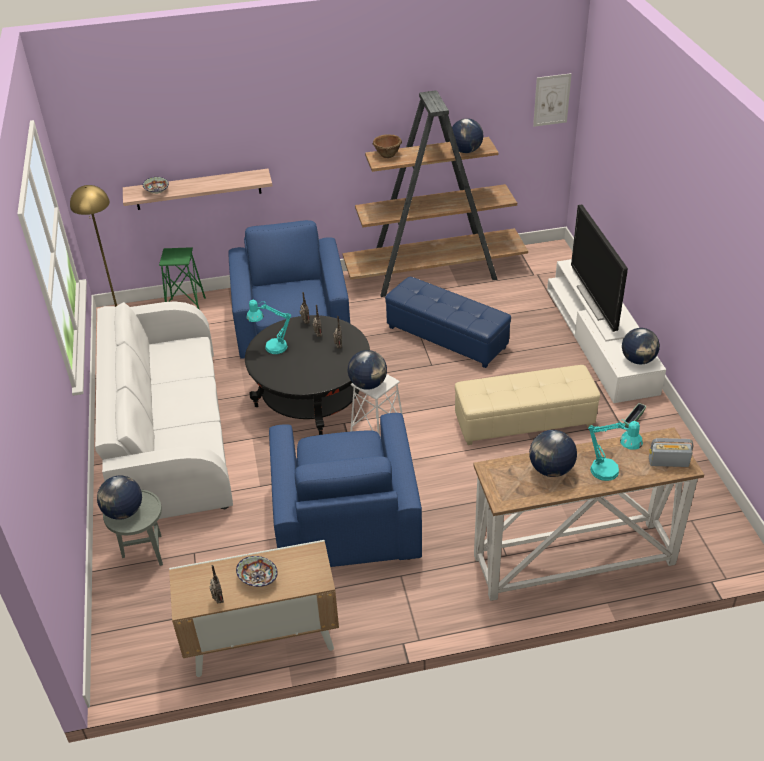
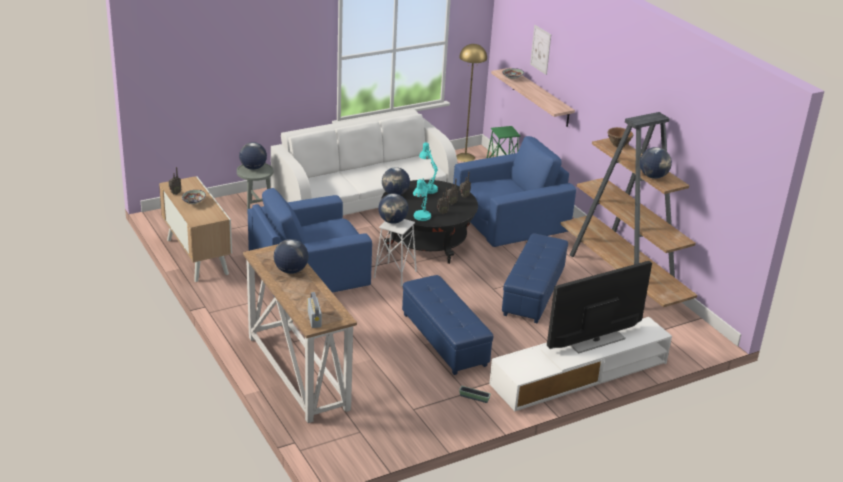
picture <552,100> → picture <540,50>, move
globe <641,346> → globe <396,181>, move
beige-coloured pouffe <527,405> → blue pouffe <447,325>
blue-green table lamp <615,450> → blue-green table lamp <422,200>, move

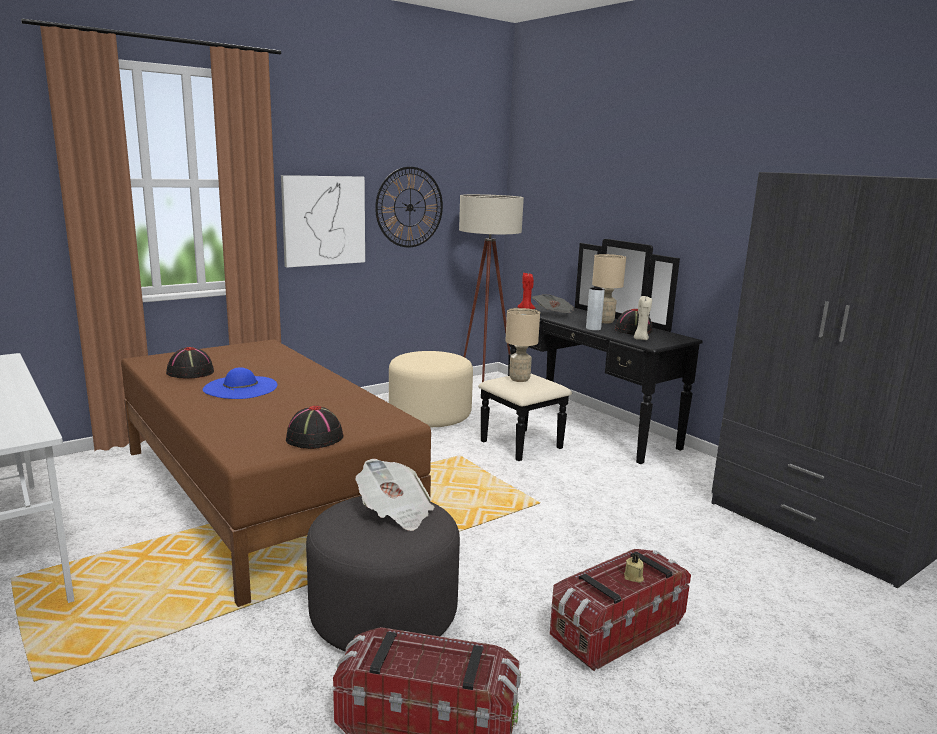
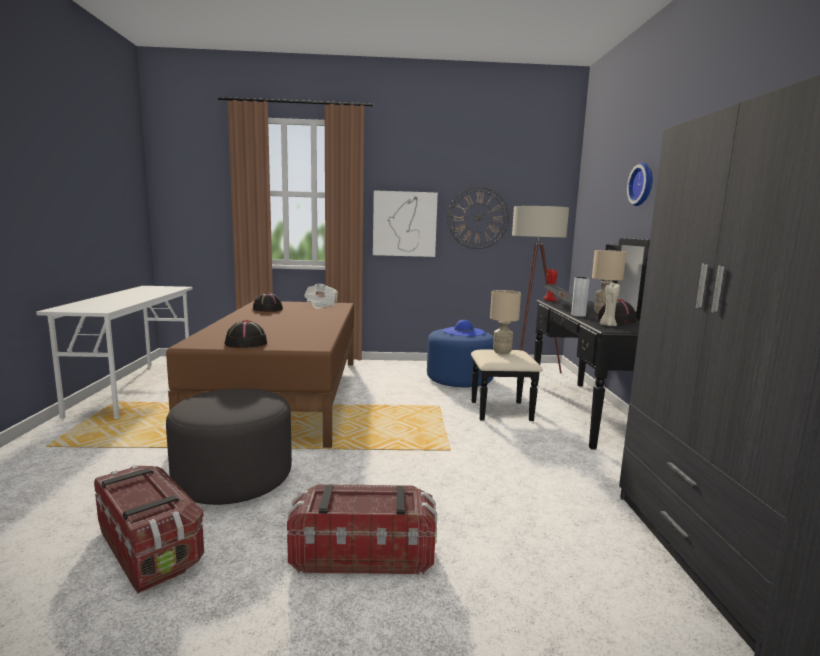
beige-coloured pouffe <431,389> → blue pouffe <460,358>
blue clothing hat <240,383> → blue clothing hat <464,328>, move
printed paper <395,495> → printed paper <321,296>, move
beige-coloured candle <634,568> → -
- → hanging clock <640,184>

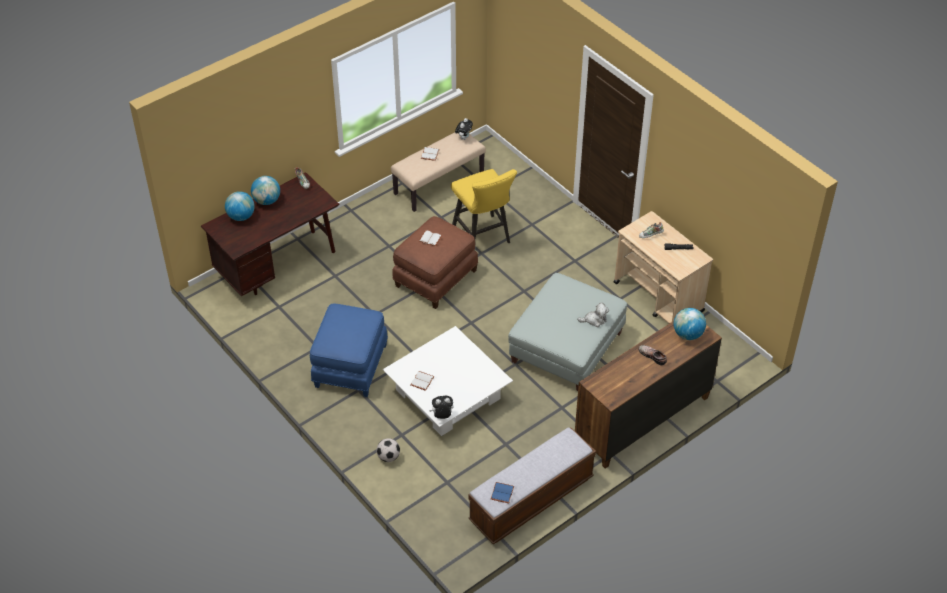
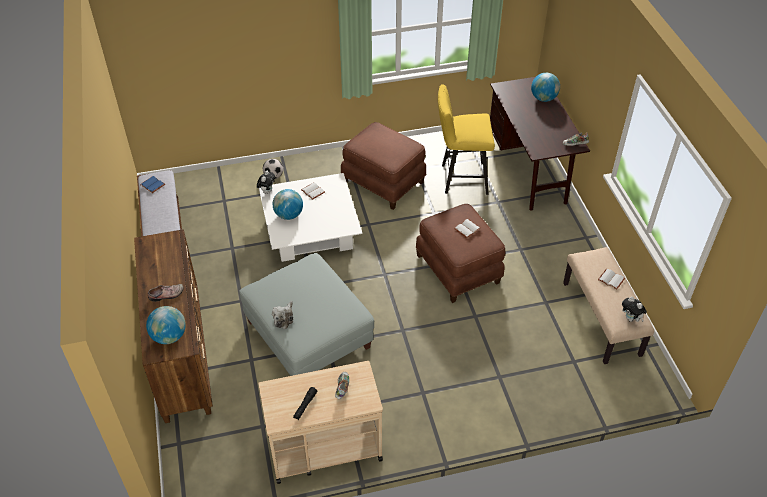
yellowish sitting stool <484,206> → yellowish sitting stool <466,139>, move
globe <265,190> → globe <288,204>, move
blue pouffe <349,350> → brown-coloured pouffe <383,166>

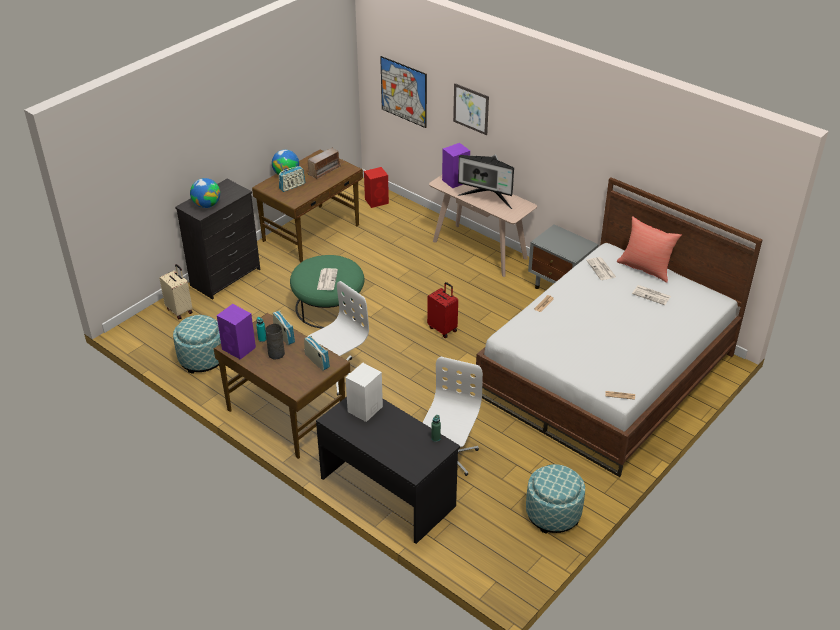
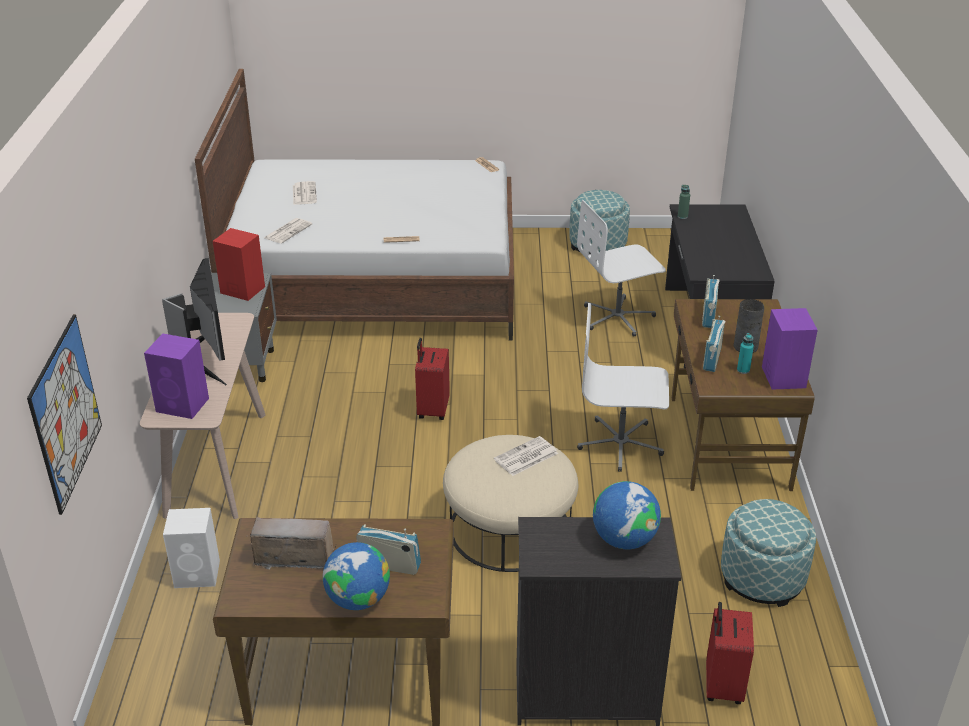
picture <471,109> → -
red-coloured audio speaker <376,187> → red-coloured audio speaker <239,264>, move
red-coloured cushion <649,249> → -
green-coloured pouffe <327,291> → beige-coloured pouffe <510,503>
beige-coloured piece of luggage <176,291> → red-coloured piece of luggage <730,653>
whitish audio speaker <364,392> → whitish audio speaker <191,548>, move

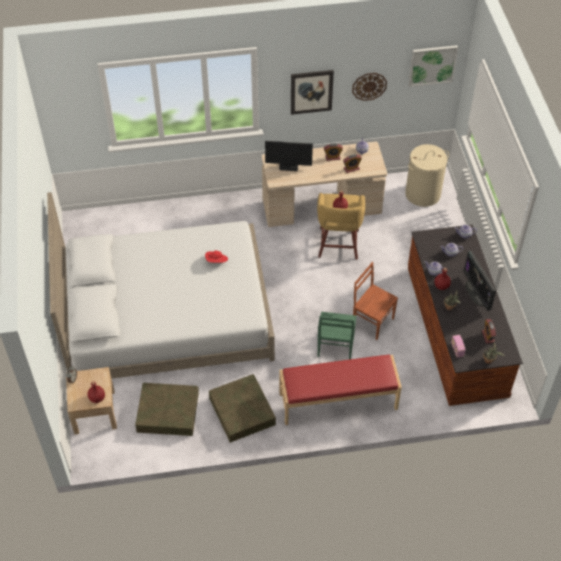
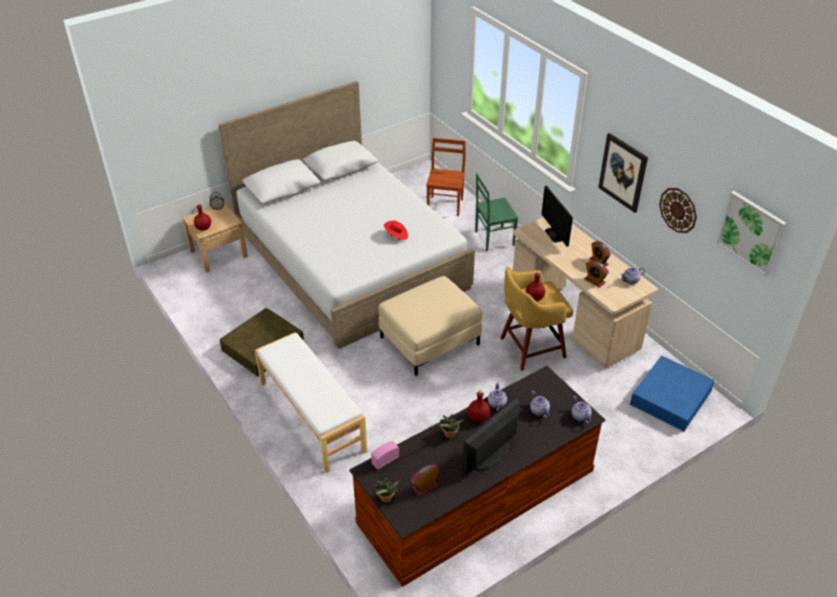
beige-coloured laundry basket <427,175> → blue storage box <672,394>
brown-coloured chair <375,301> → brown-coloured chair <445,177>, move
green-coloured chair <337,336> → green-coloured chair <496,212>, move
red-coloured bench <340,390> → whitish bench <311,402>
brown-coloured storage box <167,409> → -
- → beige-coloured pouffe <430,326>

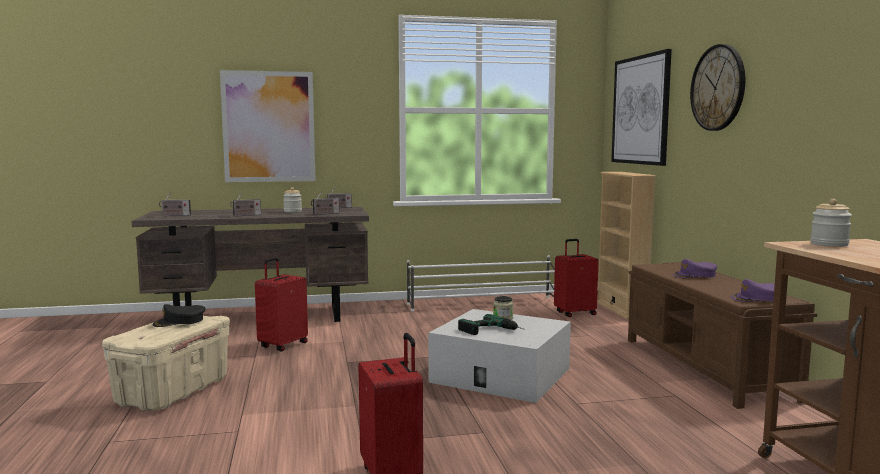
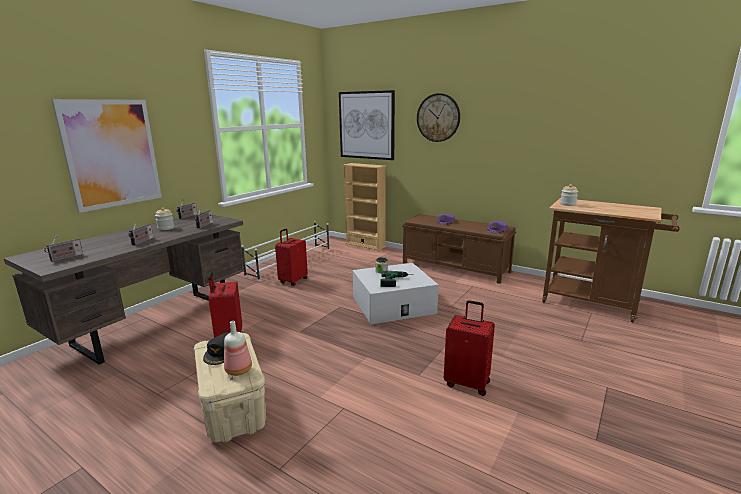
red-coloured piece of luggage <576,278> → red-coloured piece of luggage <291,257>, move
- → beverage bottle <238,348>

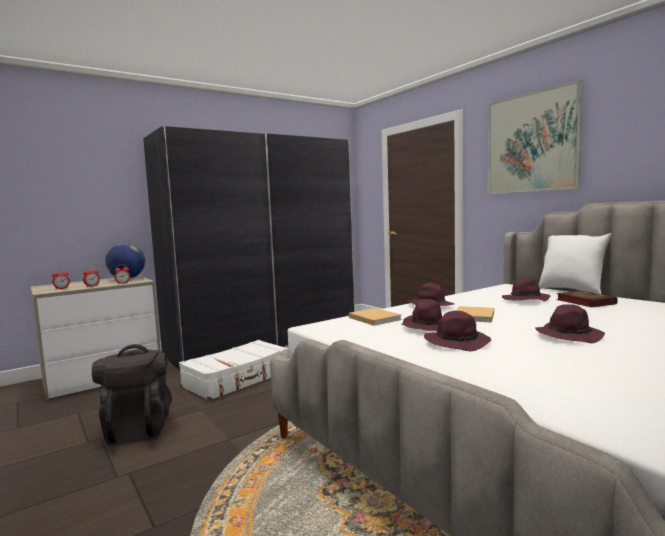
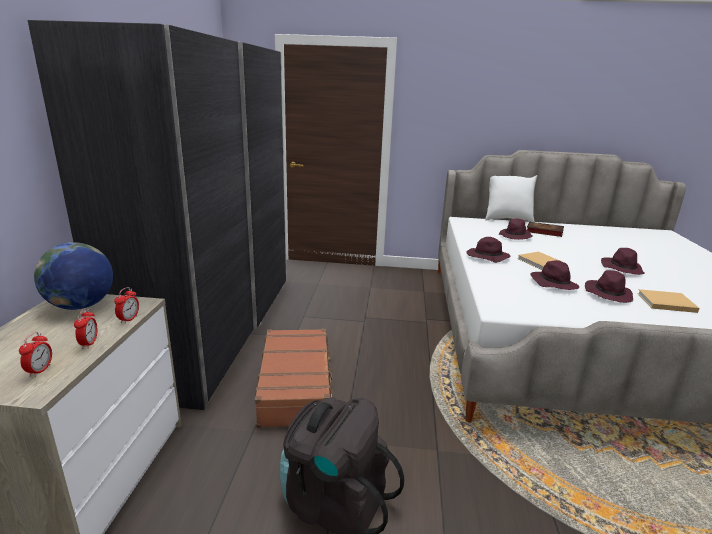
picture <536,137> → -
beige-coloured volume <375,317> → beige-coloured volume <668,301>, move
whitish piece of luggage <234,370> → brown-coloured piece of luggage <294,378>

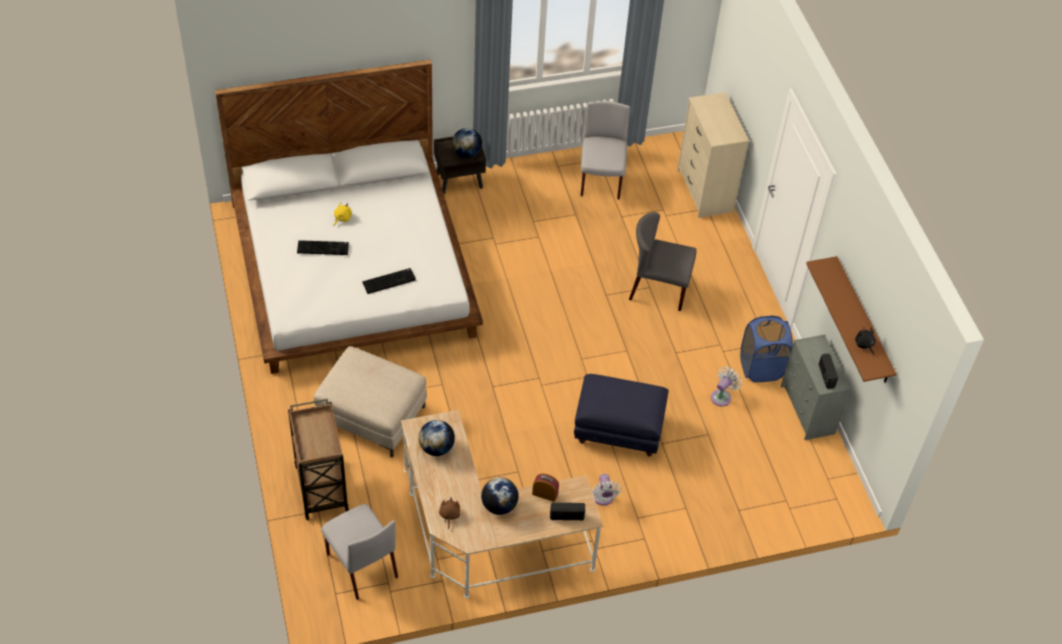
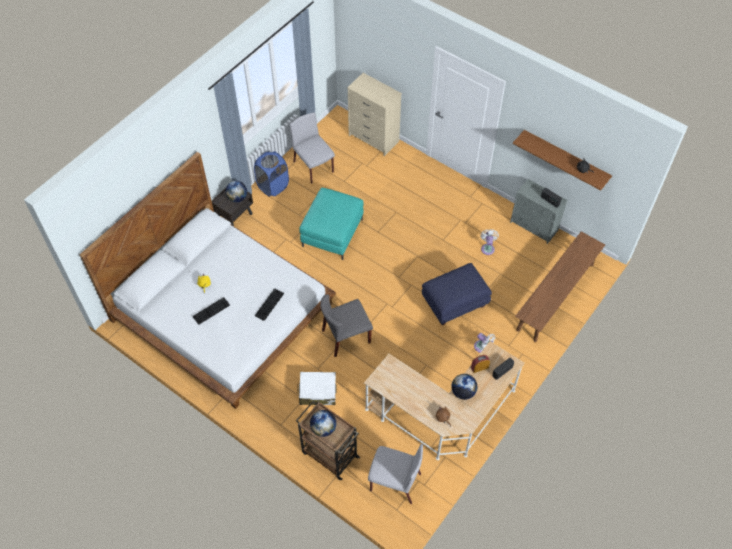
grey chair <663,261> → grey chair <346,325>, move
blue laundry basket <766,348> → blue laundry basket <271,174>, move
beige-coloured pouffe <370,402> → whitish piece of luggage <317,388>
globe <437,438> → globe <323,423>, move
- → blue-green pouffe <331,224>
- → brown-coloured bench <560,286>

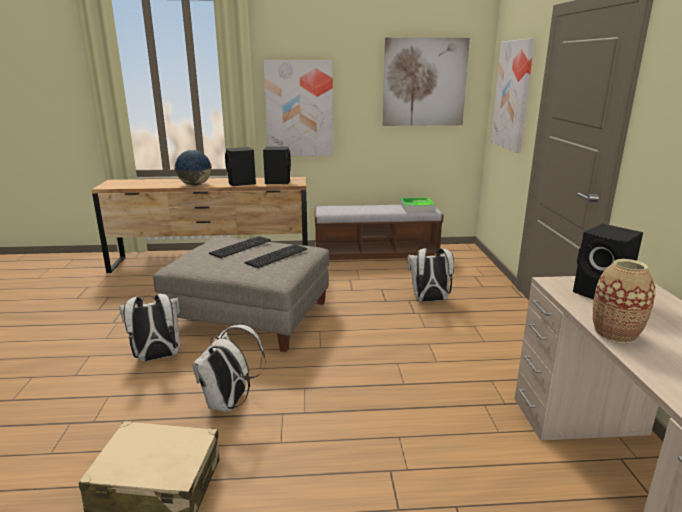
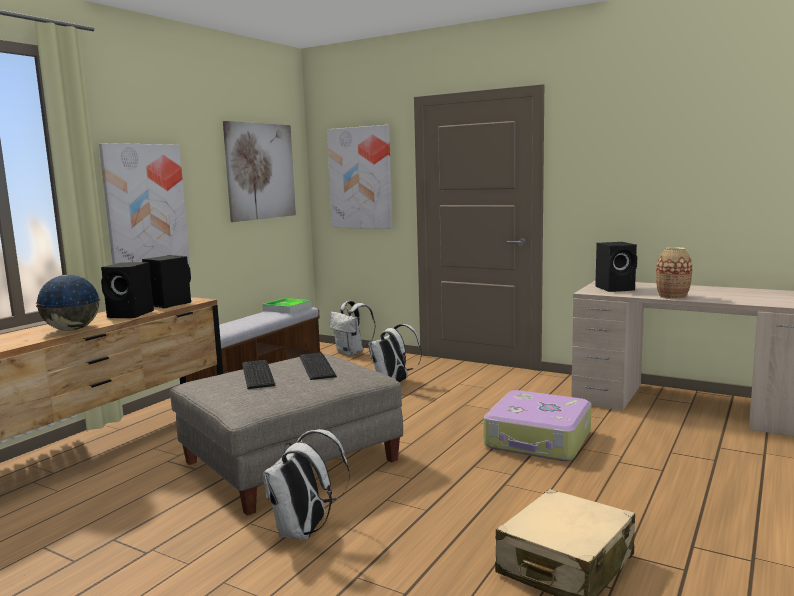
whitish backpack <229,368> → whitish backpack <353,328>, move
- → piece of luggage <537,425>

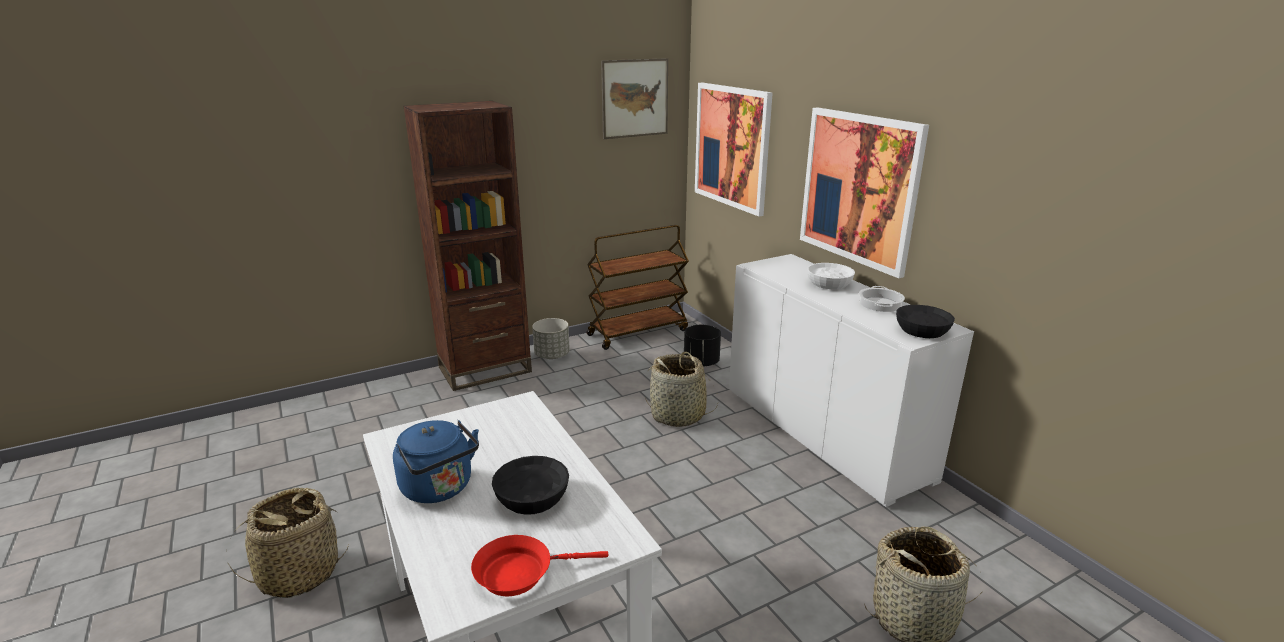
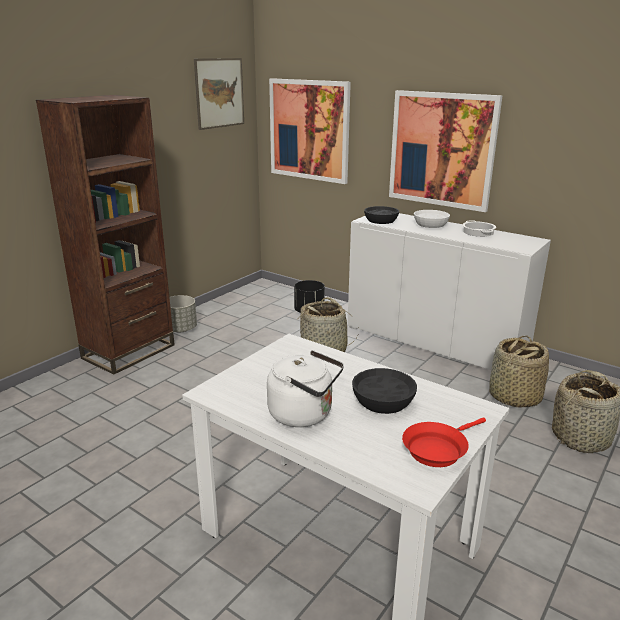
brown-coloured cart <638,287> → -
black bowl <925,321> → black bowl <381,215>, move
blue tea kettle <436,461> → whitish tea kettle <305,388>
storage basket <288,543> → storage basket <519,372>, move

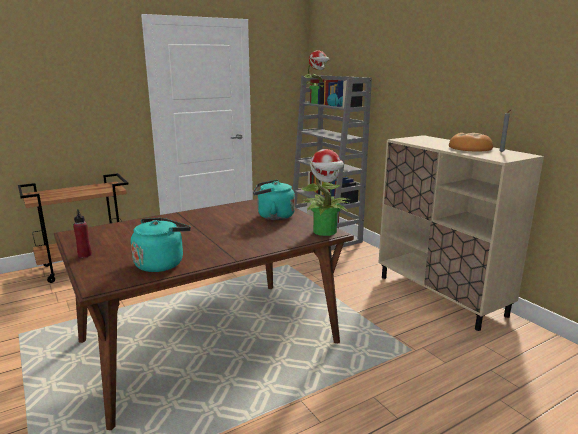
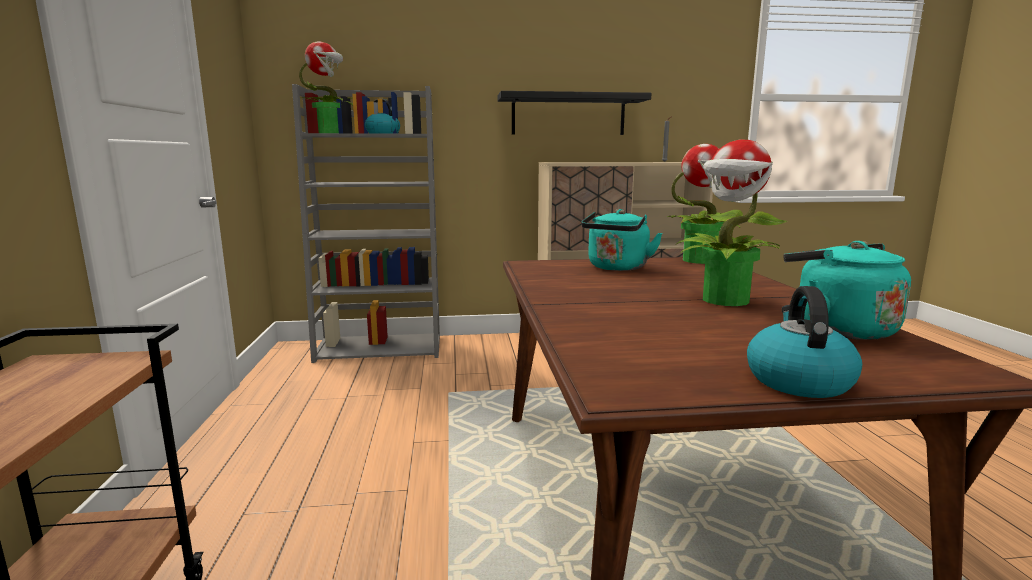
baked bread <471,142> → -
red-coloured beverage bottle <82,233> → tea kettle <804,342>
- → black bracket shelf <575,113>
- → plant in a pot <731,223>

